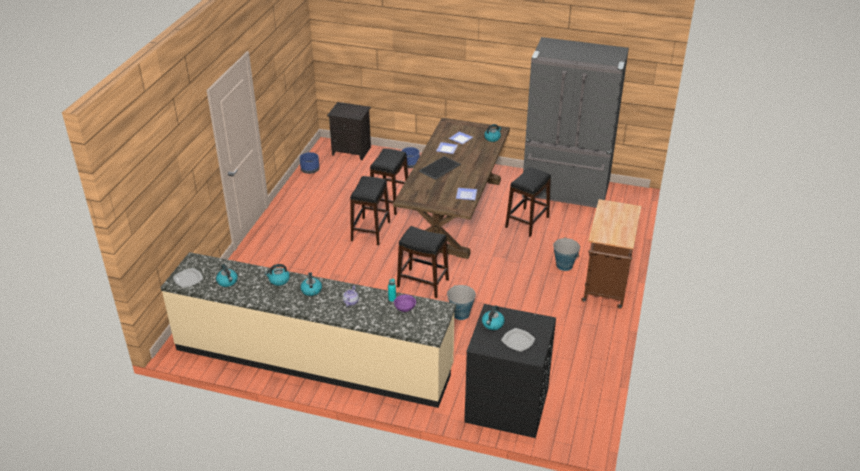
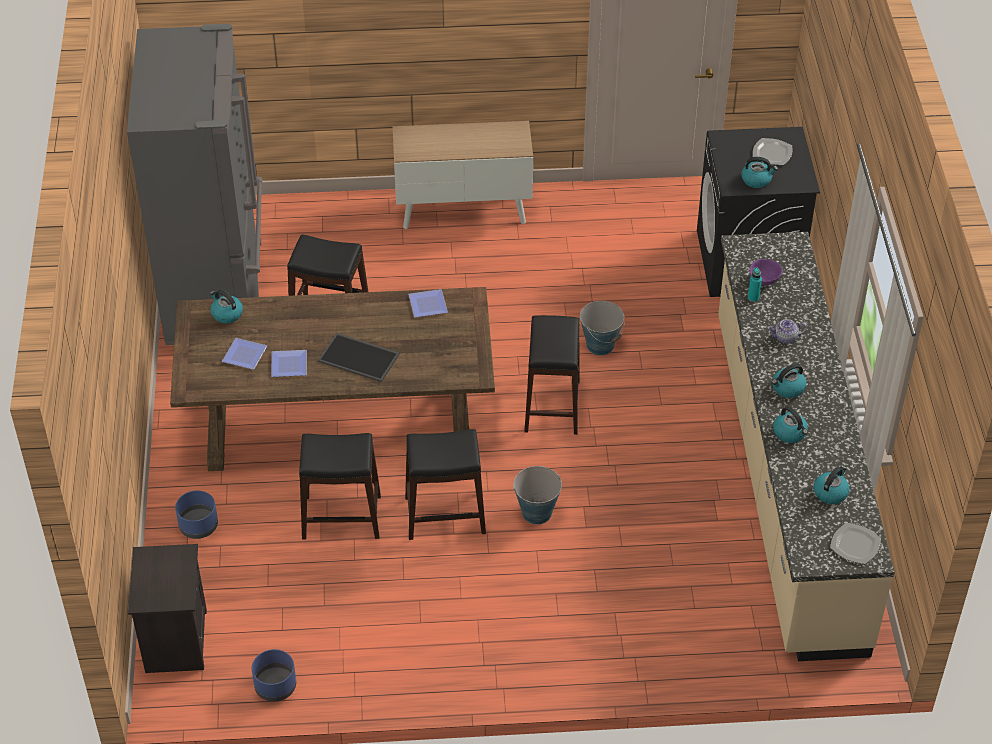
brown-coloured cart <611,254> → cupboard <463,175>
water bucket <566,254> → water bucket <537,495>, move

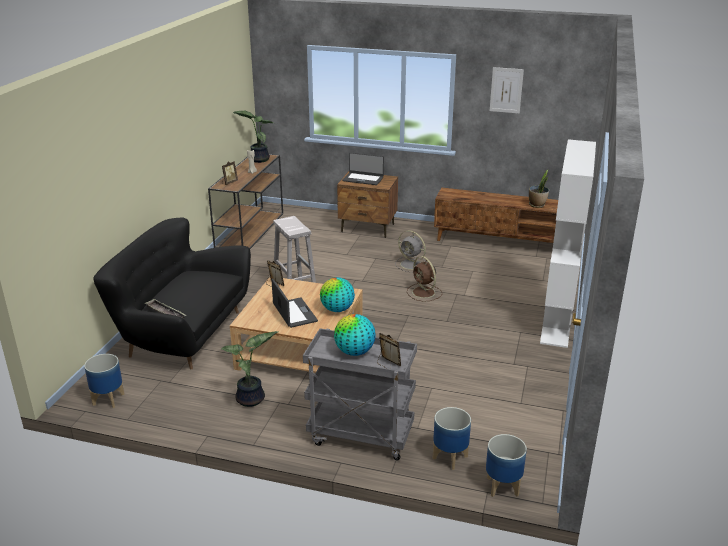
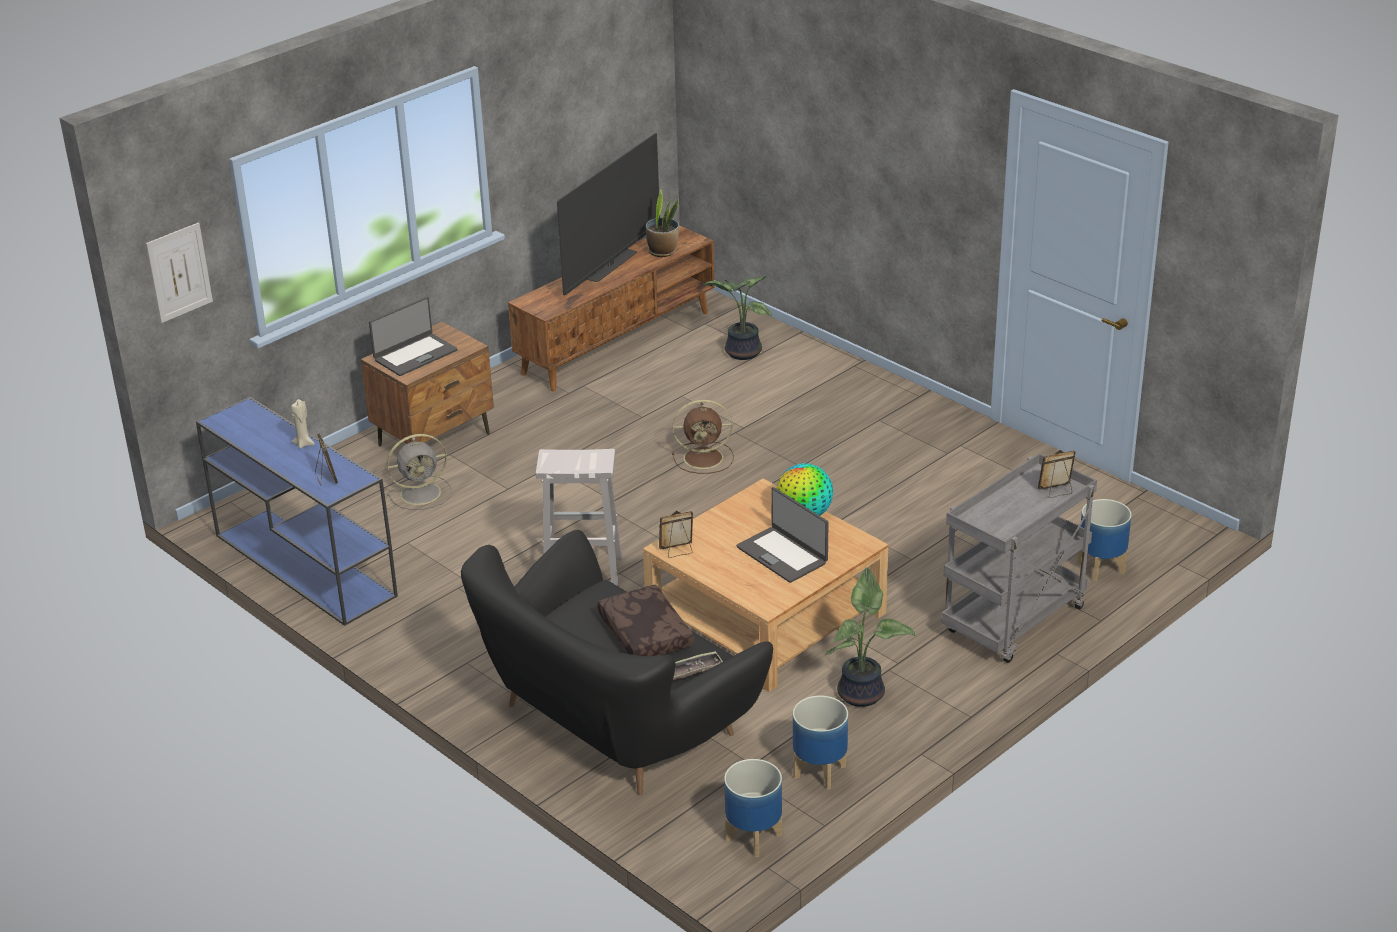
picture <507,90> → picture <179,272>, move
plant in a pot <253,137> → plant in a pot <738,318>, move
whitish bookcase <568,243> → -
brown-coloured hall table <245,201> → blue hall table <297,511>
grey fan <410,251> → grey fan <419,472>, move
laptop <294,303> → laptop <782,535>, 135 degrees counterclockwise
globe <355,335> → -
plant pot <506,465> → plant pot <820,742>, move
- → TV <608,214>
- → brown-coloured cushion <645,620>

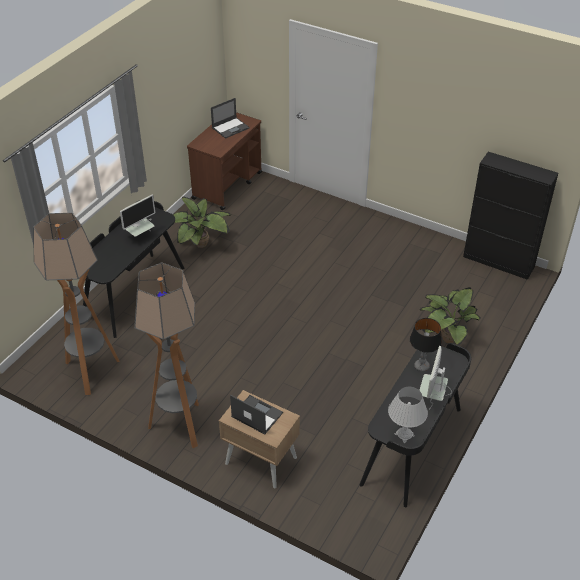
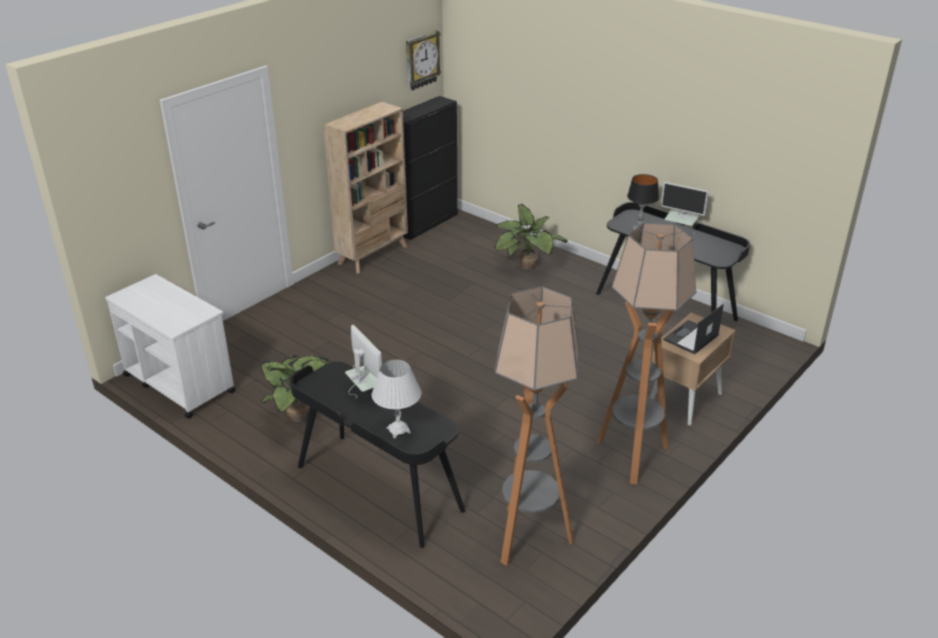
laptop <230,118> → -
brown-coloured cart <224,161> → whitish cart <170,346>
whitish table lamp <408,415> → whitish table lamp <396,399>, move
- → hanging clock <423,60>
- → beige-coloured bookcase <366,187>

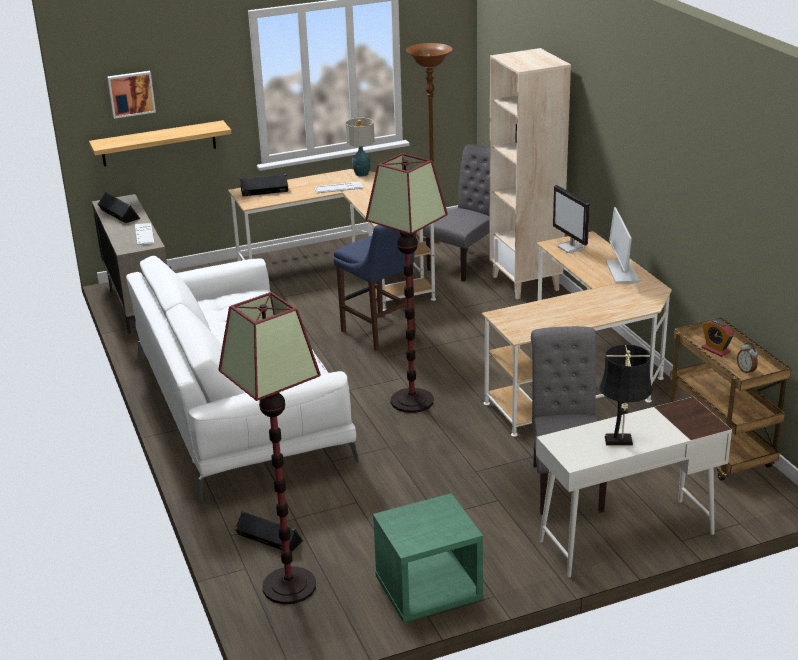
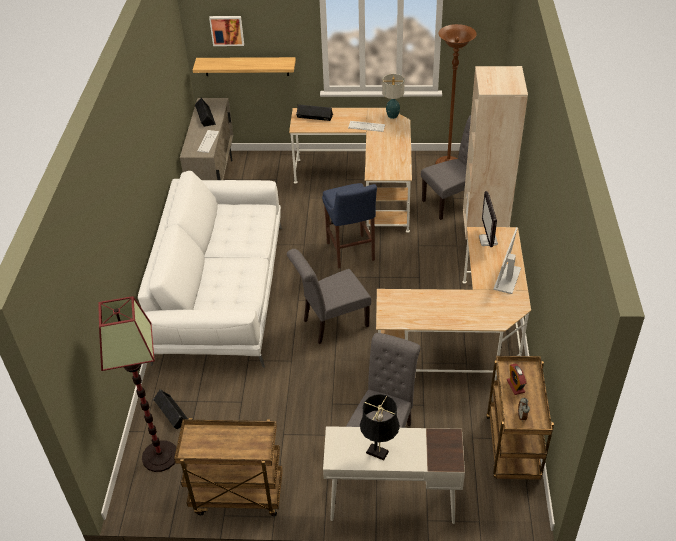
standing lamp <406,283> → grey chair <329,296>
green-coloured nightstand <428,558> → brown-coloured cart <228,467>

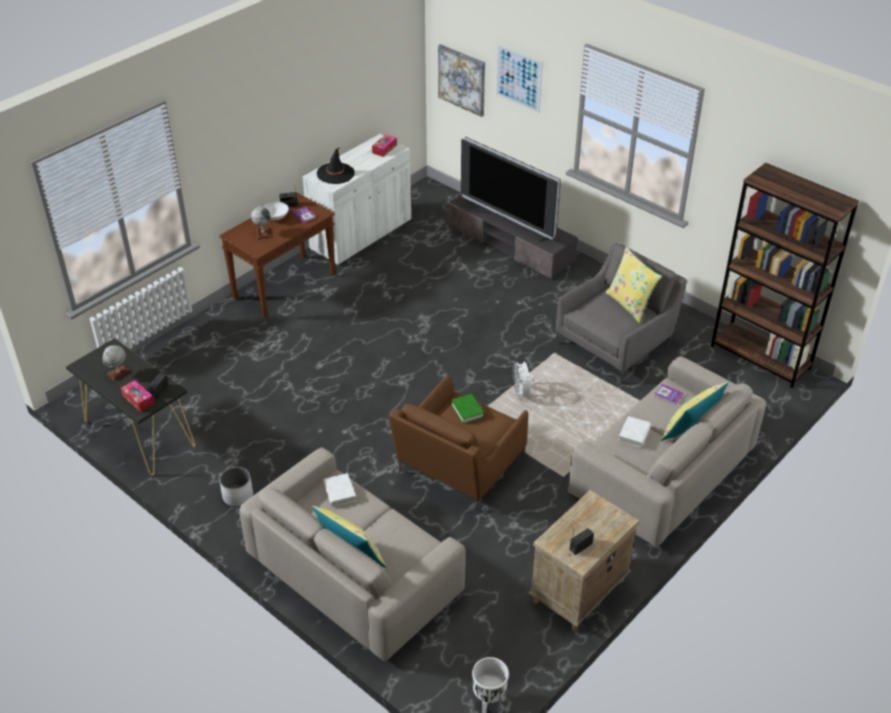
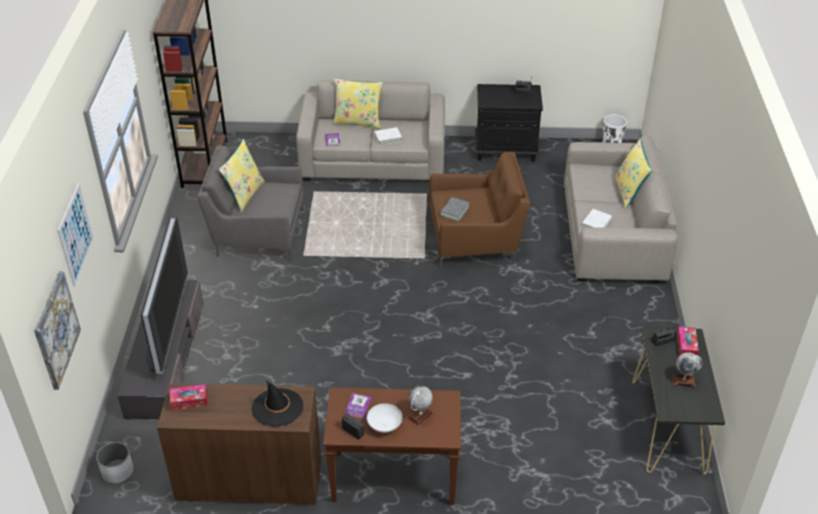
whitish cupboard <356,199> → brown-coloured cupboard <239,444>
whitish fan <523,379> → -
green-coloured volume <468,409> → grey volume <455,209>
whitish plant pot <236,487> → whitish plant pot <115,463>, move
beige-coloured nightstand <584,560> → black nightstand <509,123>

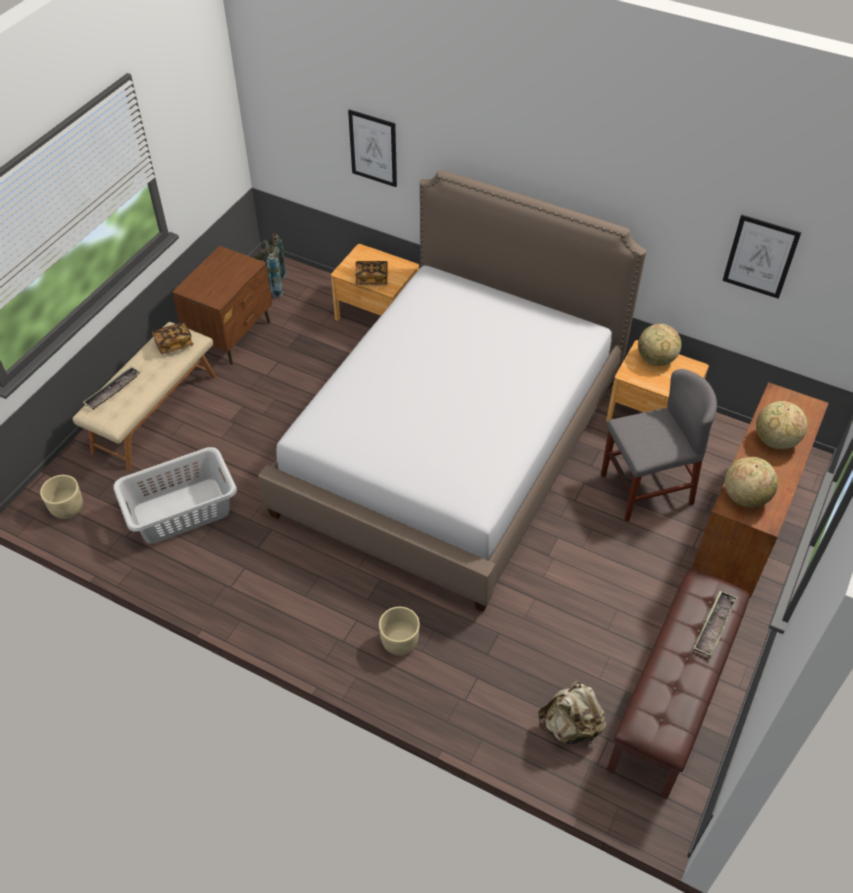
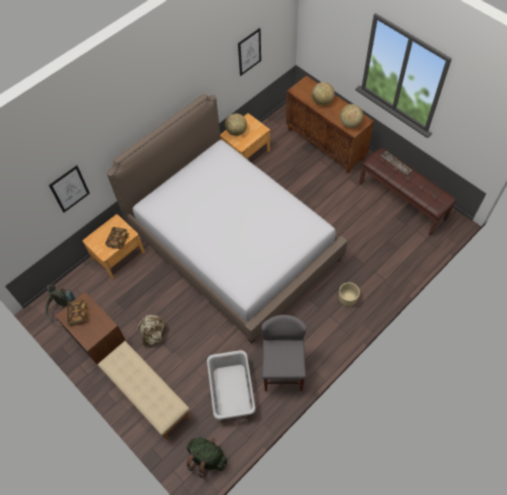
volume <172,338> → volume <77,313>, move
serving tray <112,388> → -
grey chair <659,445> → grey chair <284,353>, move
beige-coloured plant pot <61,497> → green-coloured backpack <206,457>
beige-coloured backpack <572,712> → beige-coloured backpack <152,331>, move

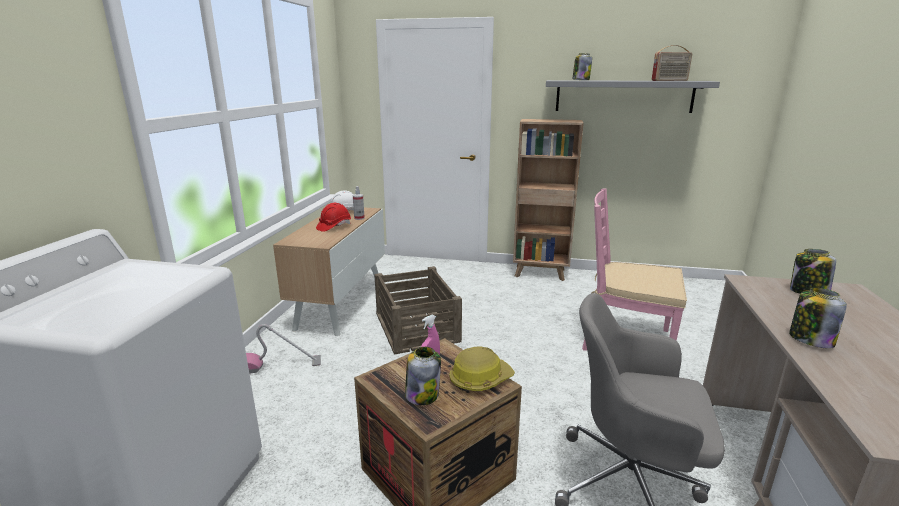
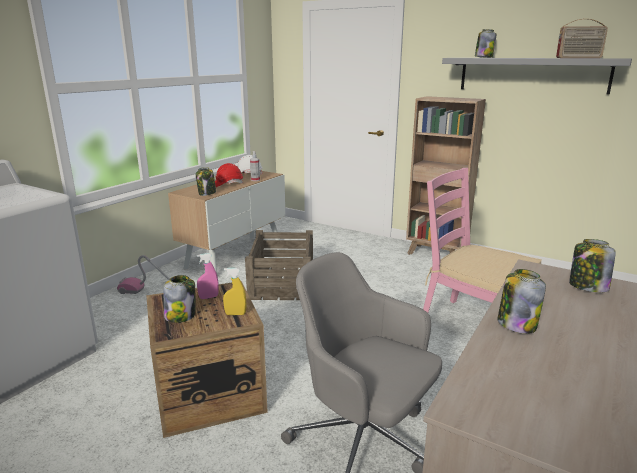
safety helmet <482,368> → yellowish sprayer <234,291>
- → storage jar <205,181>

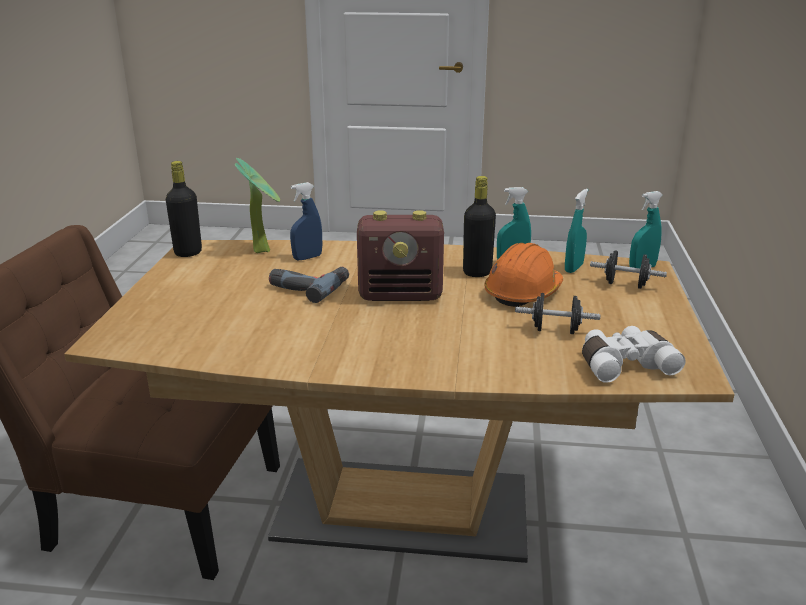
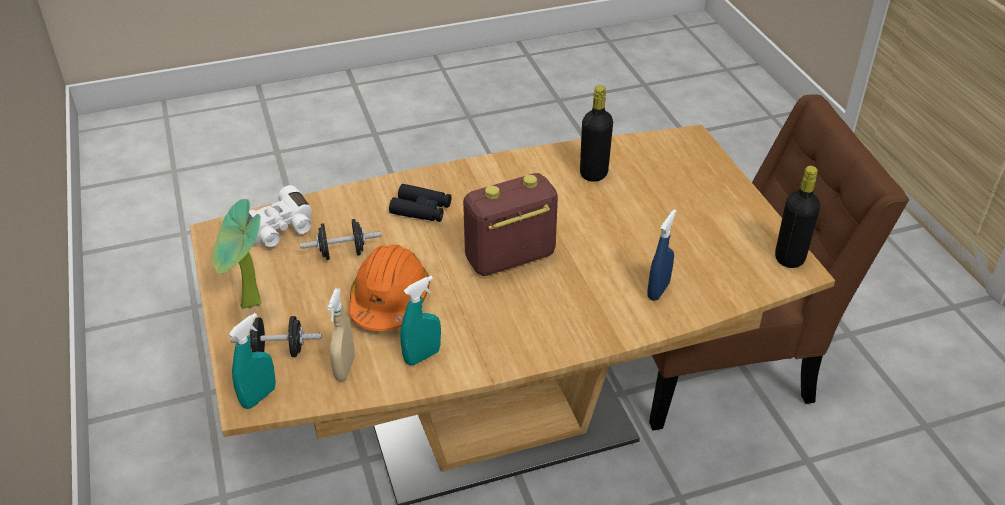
plant in a pot <257,205> → plant in a pot <236,254>, move
black beverage bottle <479,226> → black beverage bottle <596,133>, move
blue-green sprayer <576,231> → beige-coloured sprayer <341,334>
electric drill <309,285> → -
- → black field glasses <420,203>

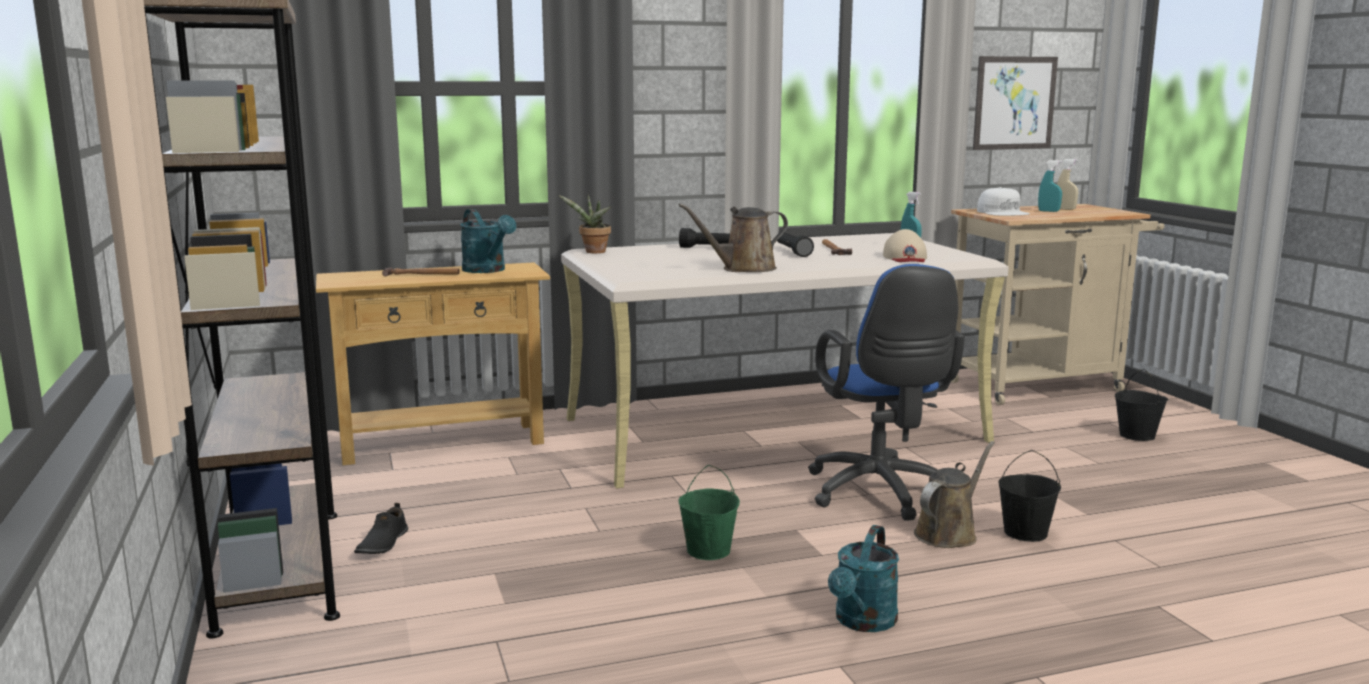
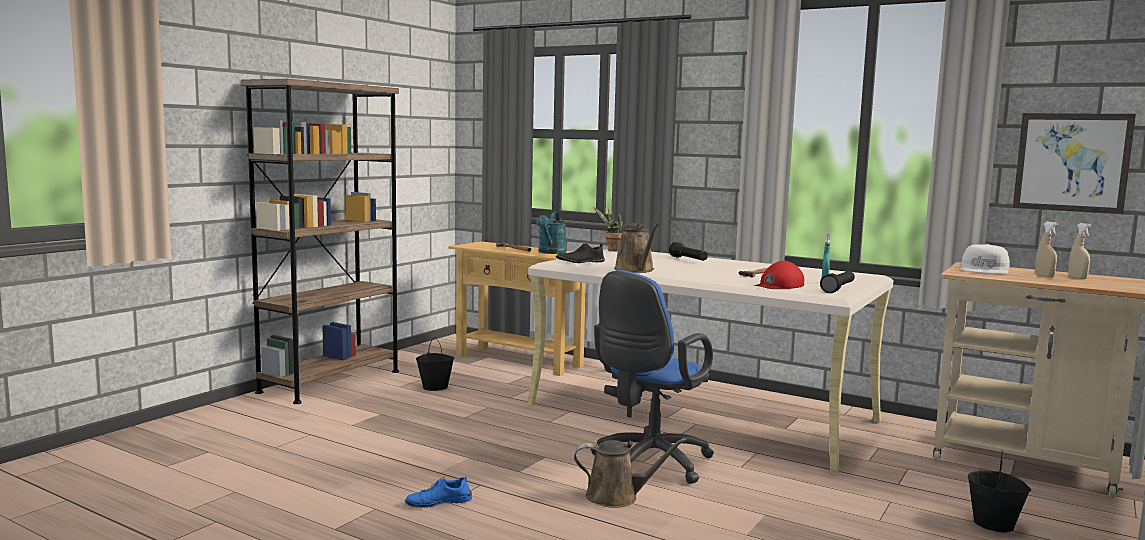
blue-green sprayer <1050,186> → beige-coloured sprayer <1046,249>
brown-coloured watering pot <733,237> → brown-coloured watering pot <636,248>, 135 degrees counterclockwise
beige-coloured cap <905,245> → red-coloured cap <779,275>
black hand torch <795,244> → black hand torch <837,282>, move
black water bucket <1029,496> → black water bucket <435,364>, move
green-coloured water bucket <709,512> → -
black item of footwear <381,528> → black item of footwear <580,253>, move
blue-green watering pot <863,578> → blue item of footwear <438,492>

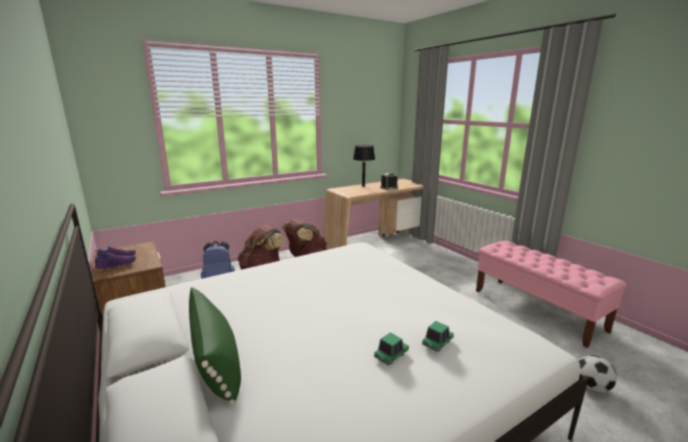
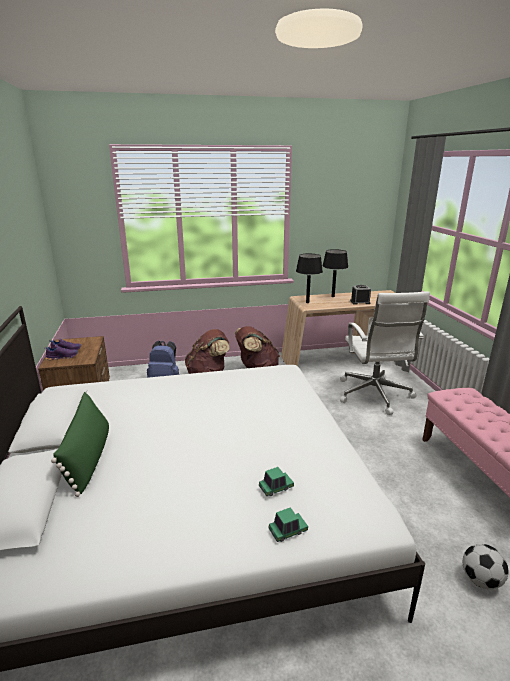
model car <391,349> → model car <288,524>, move
- → black table lamp <309,278>
- → whitish computer chair <385,353>

